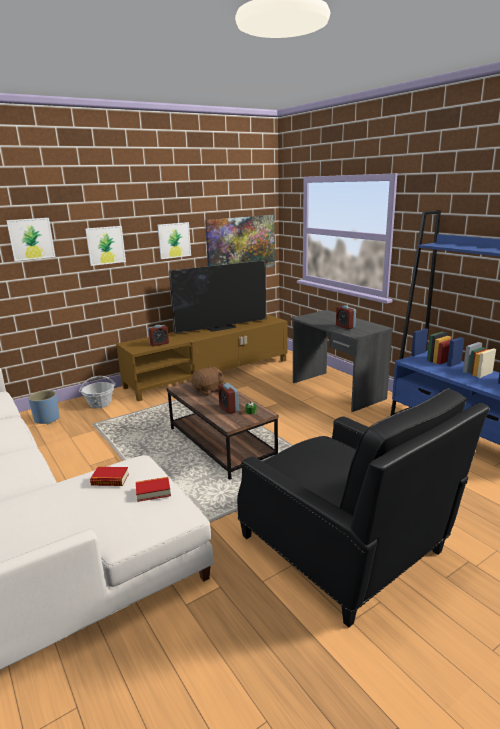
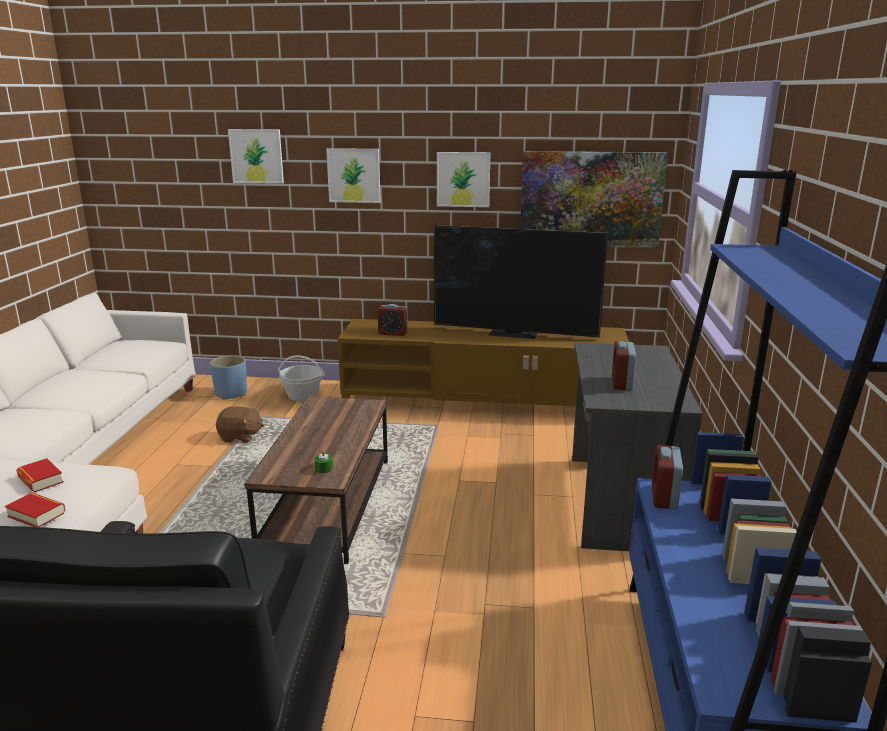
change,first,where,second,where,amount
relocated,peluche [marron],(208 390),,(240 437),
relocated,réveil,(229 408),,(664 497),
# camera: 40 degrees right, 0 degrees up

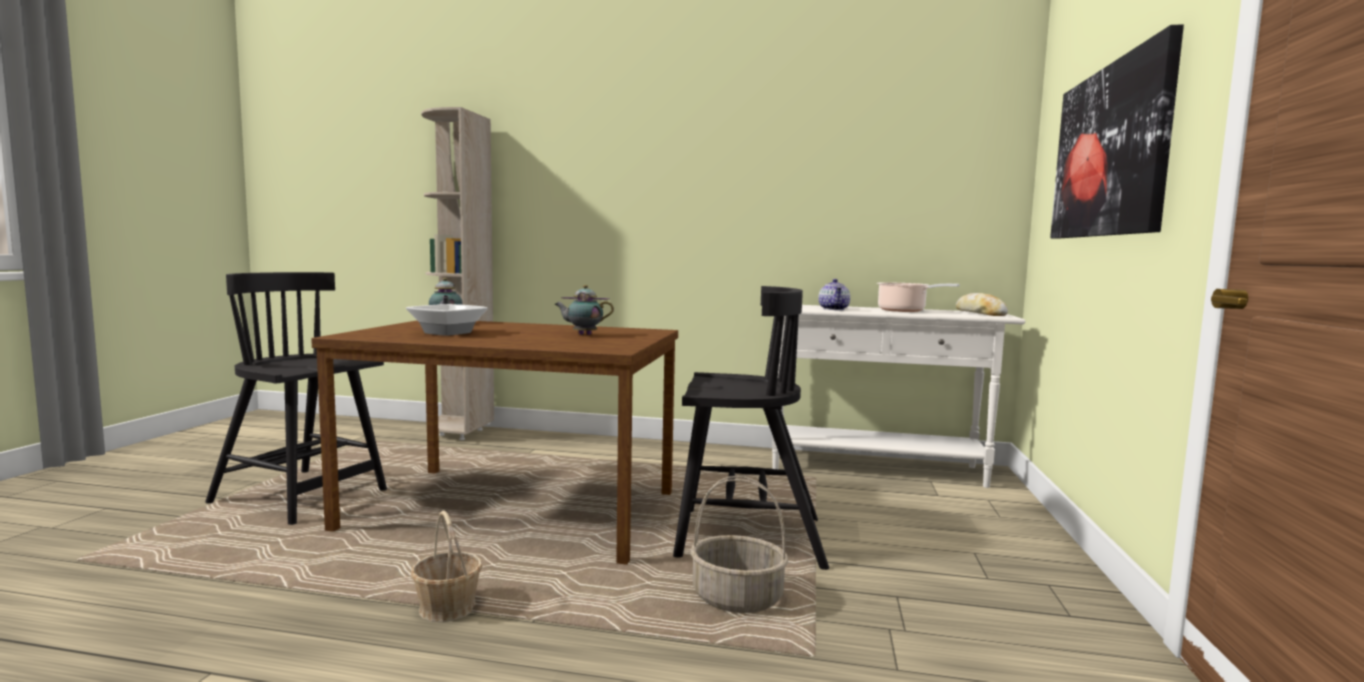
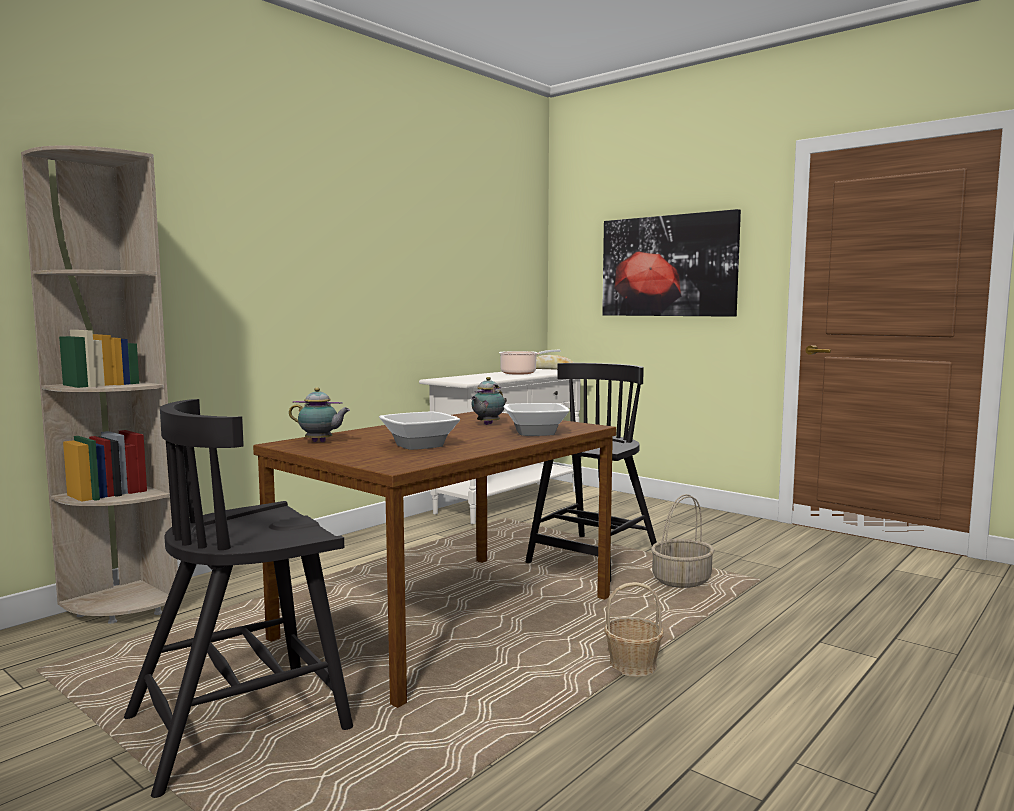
change,first,where,second,where,amount
missing,théière,(834 309),,,
appeared,,,bol,(534 433),
# camera: 60 degrees left, 0 degrees up

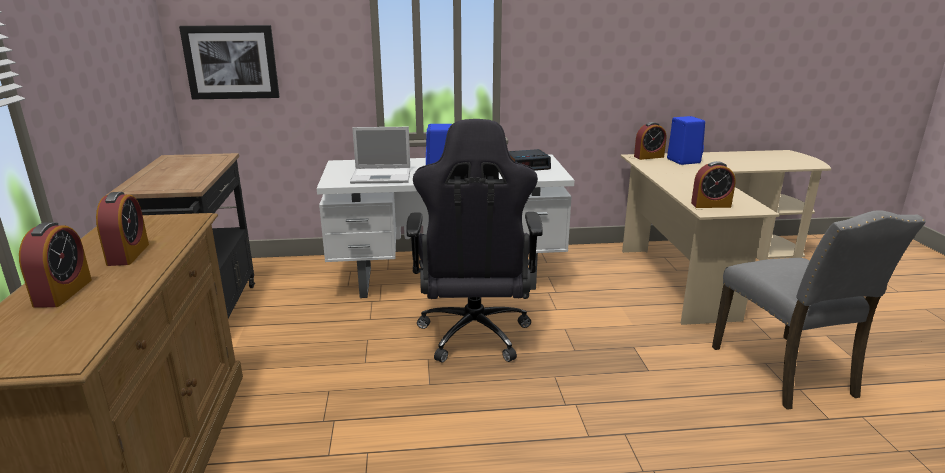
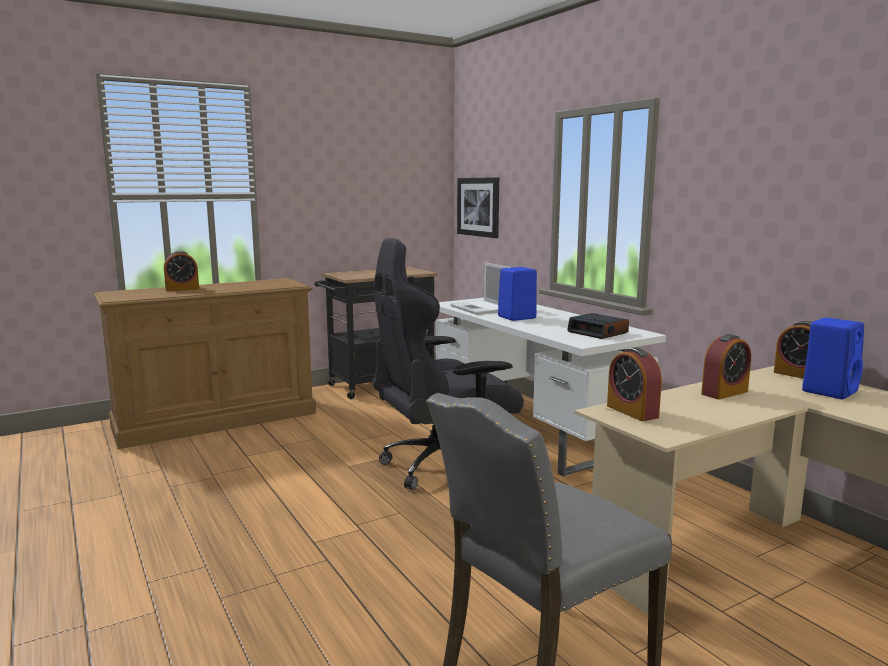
change,first,where,second,where,amount
relocated,réveil,(128 254),,(724 393),
# camera: 65 degrees right, 10 degrees down

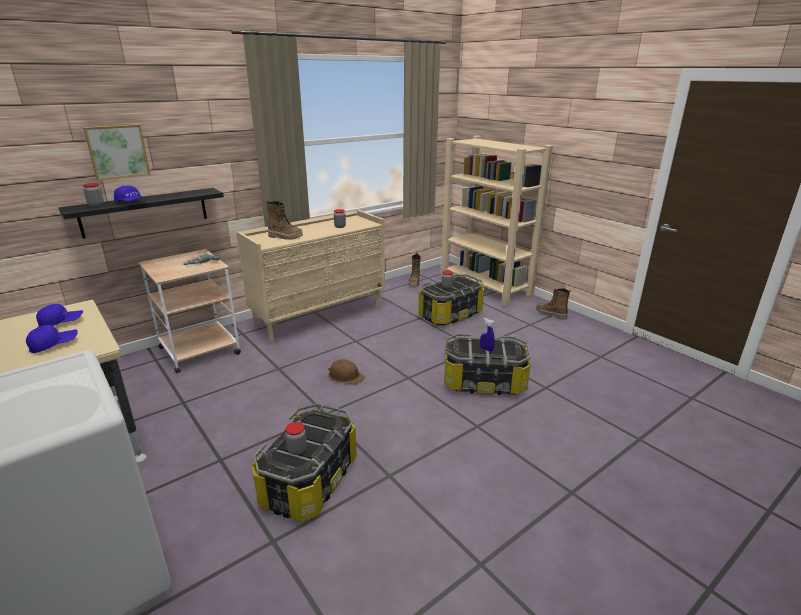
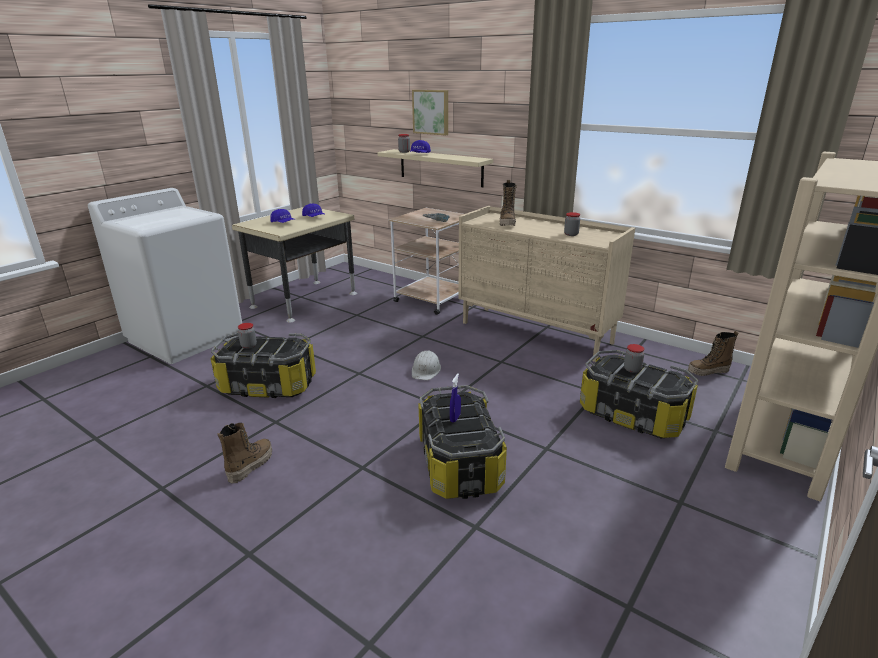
change,first,where,second,where,amount
colour,étagère [noir],(145 212),étagère [beige],(440 167),
colour,casque de chantier [marron],(345 376),casque de chantier [blanc],(426 370),
relocated,botte,(551 314),,(250 465),
# camera: 75 degrees right, 0 degrees up

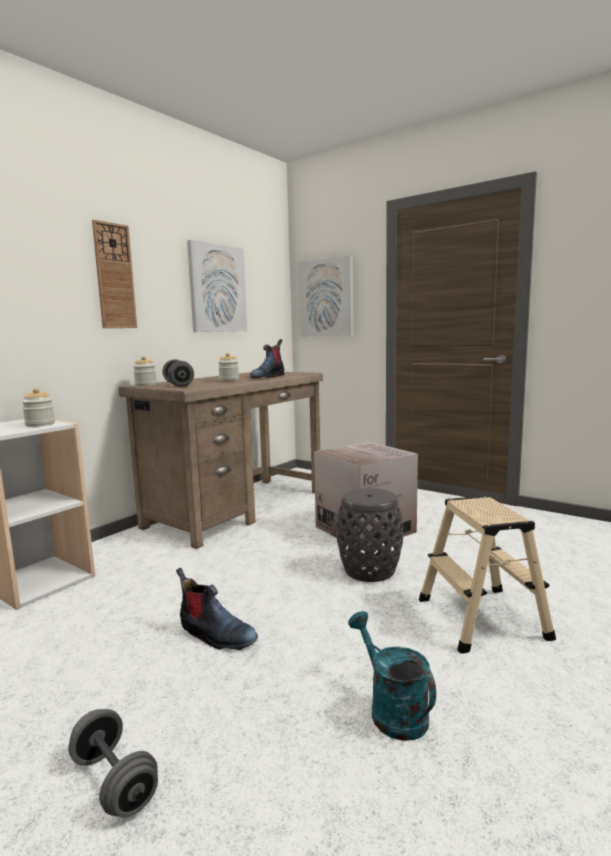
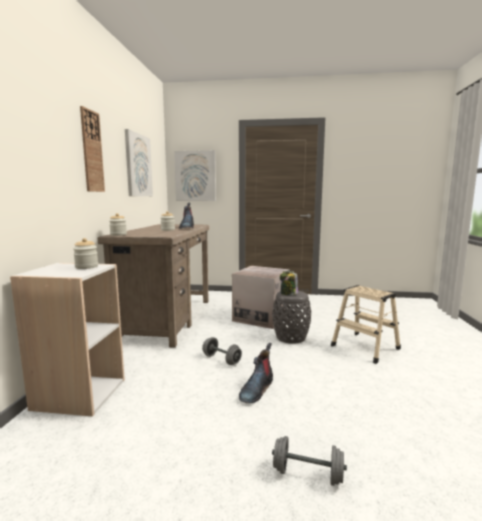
change,first,where,second,where,amount
relocated,haltère [gris],(178 385),,(221 359),
spun,botte,(215 635),,(256 389),120 degrees clockwise
missing,arrosoir [turquoise],(391 709),,,
appeared,,,bocal,(288 294),
# camera: 30 degrees left, 0 degrees up

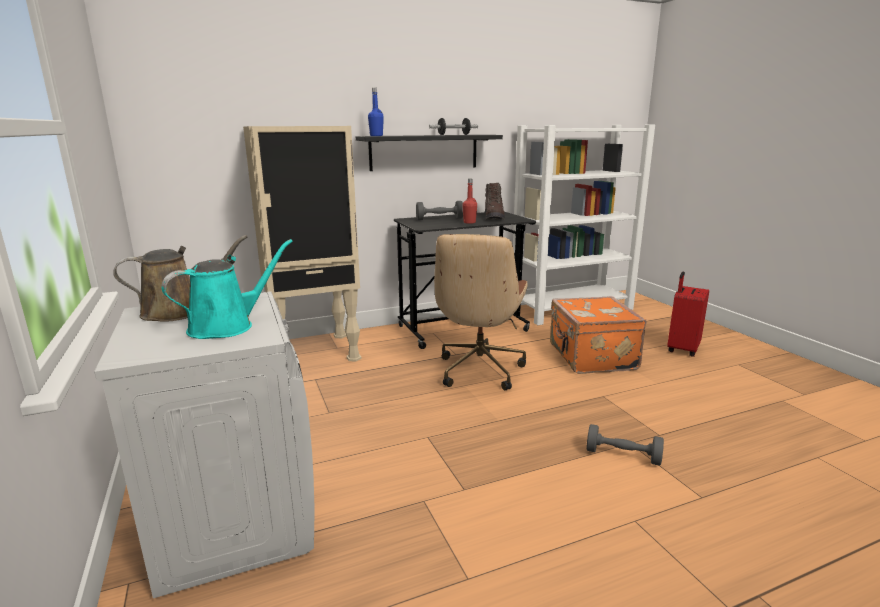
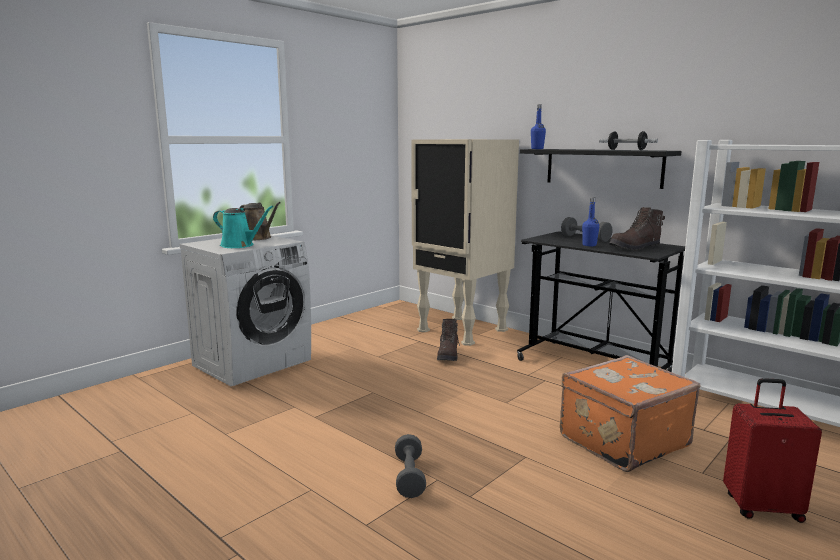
change,first,where,second,where,amount
missing,chaise de bureau [marron],(479 372),,,
colour,bouteille [rouge],(469 222),bouteille [bleu],(589 245),
appeared,,,botte [marron],(448 355),
# camera: 65 degrees right, 5 degrees down

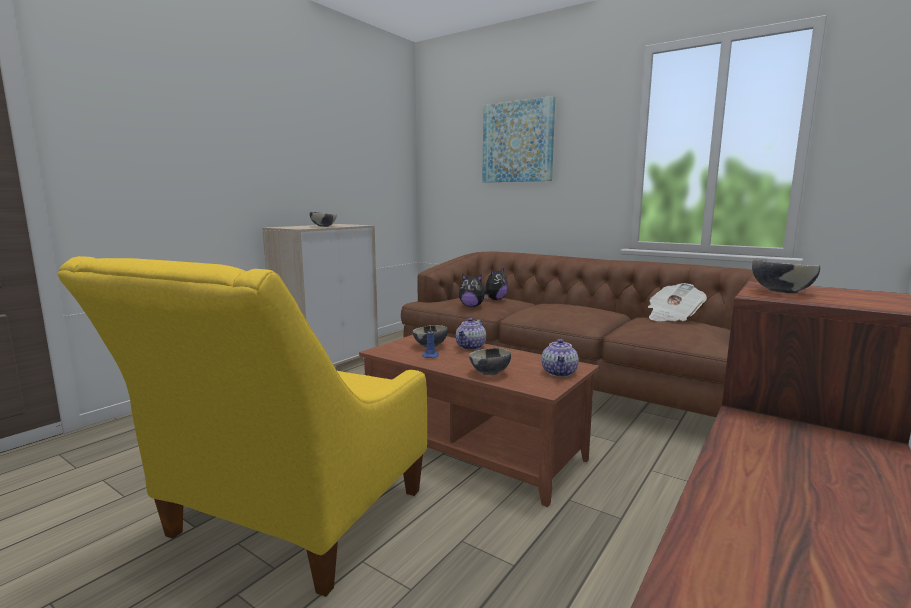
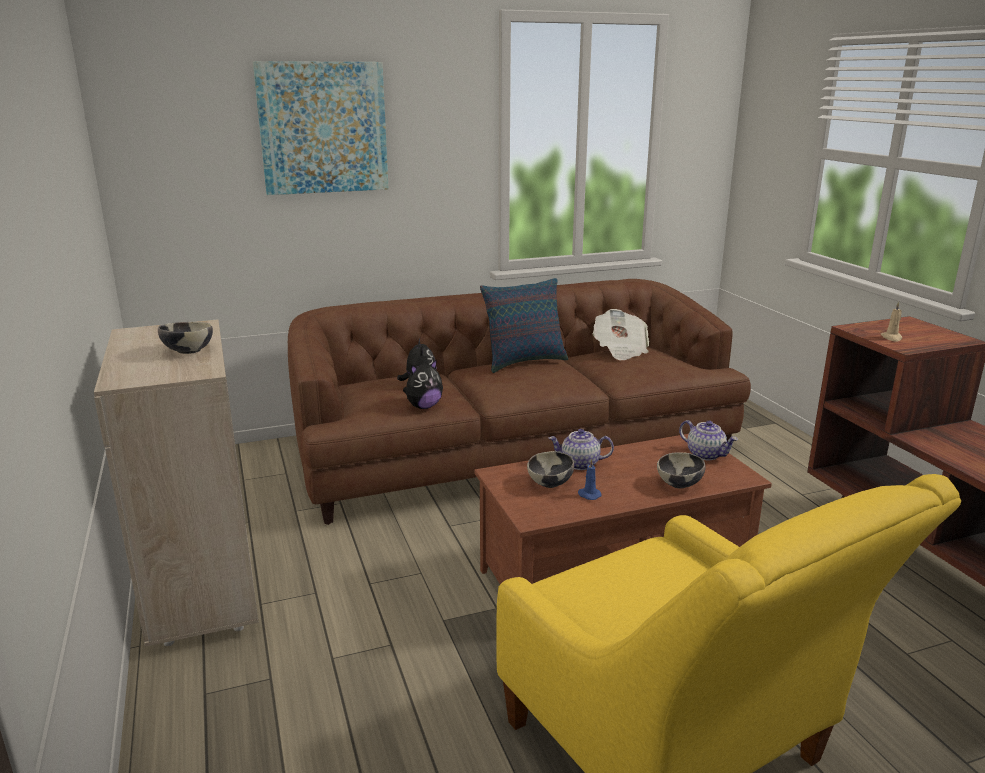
change,first,where,second,where,amount
spun,théière,(471 347),,(579 464),120 degrees clockwise
exchanged,bol,(780 292),bougie [beige],(891 338),
appeared,,,coussin [bleu],(525 362),
# camera: 55 degrees left, 10 degrees up

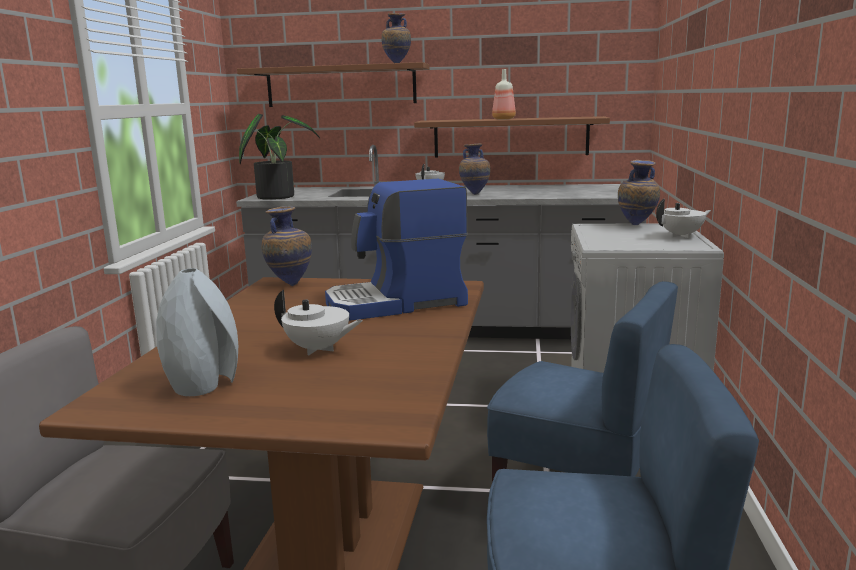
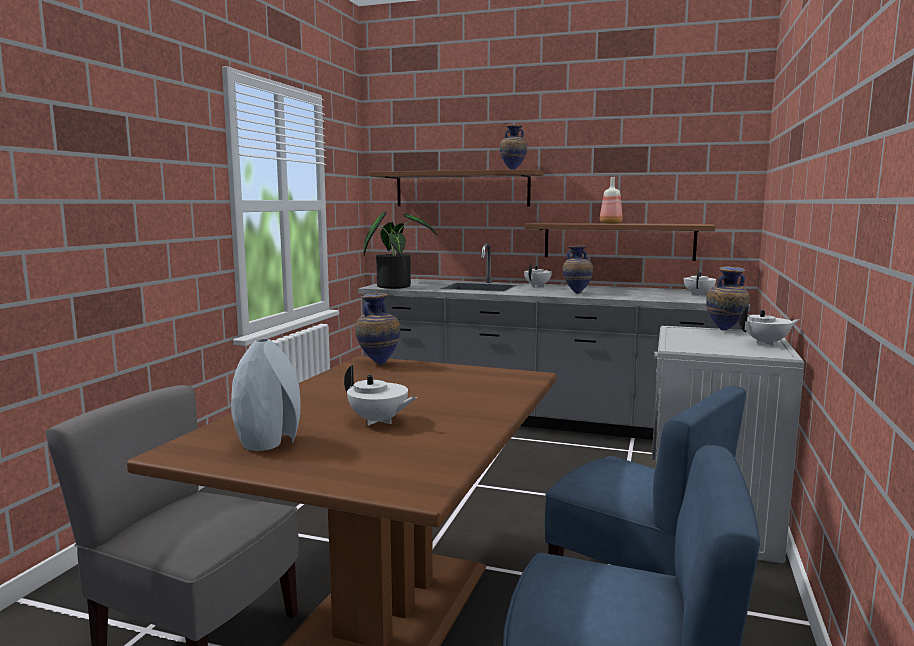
change,first,where,second,where,amount
missing,machine à café,(397 303),,,
appeared,,,théière [blanc],(699 294),
# camera: 10 degrees right, 5 degrees down

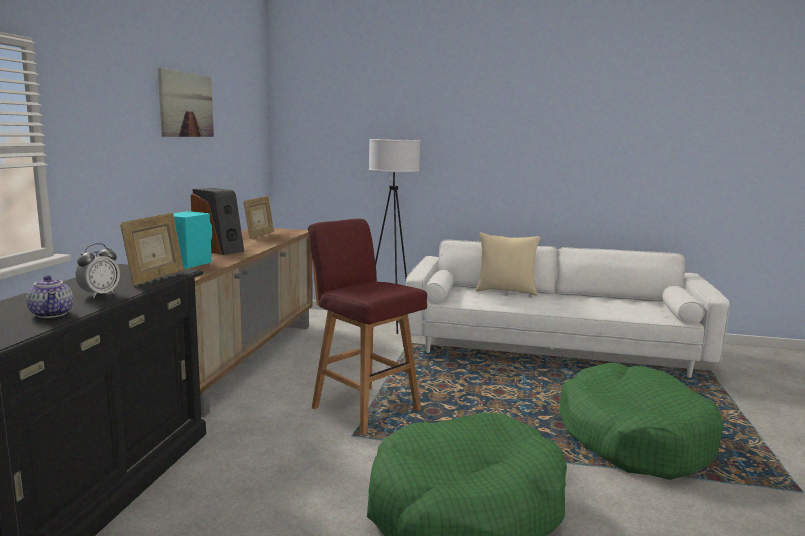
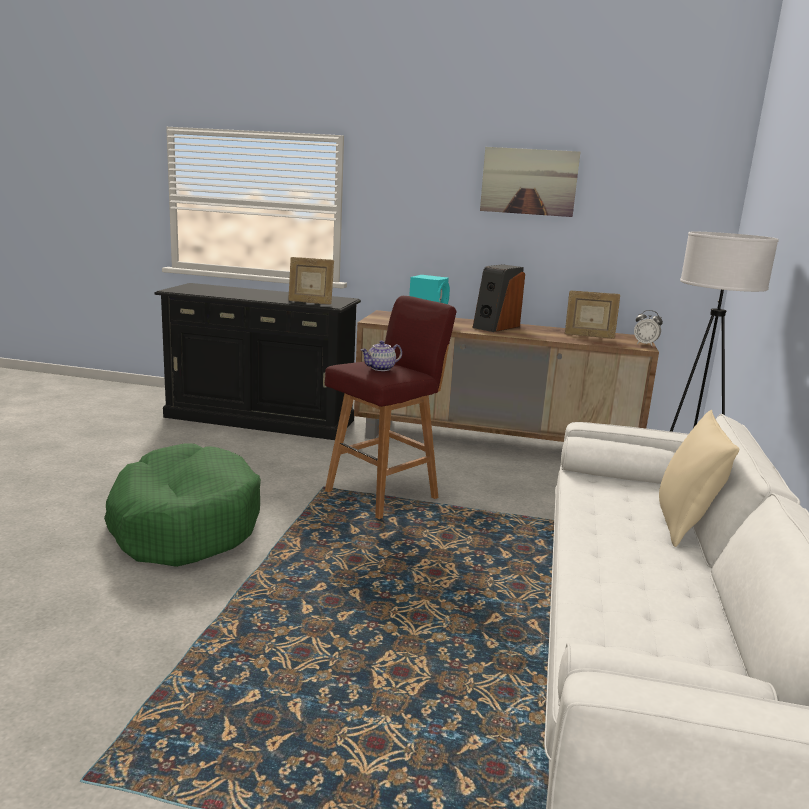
change,first,where,second,where,amount
relocated,théière,(53 314),,(381 369),
relocated,réveil,(99 294),,(645 344),
missing,panier pour chien [vert],(634 438),,,
# camera: 90 degrees right, 5 degrees up

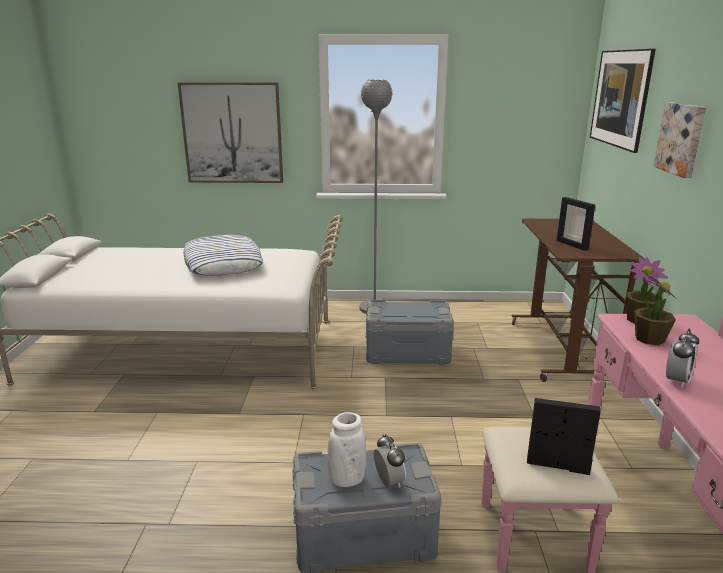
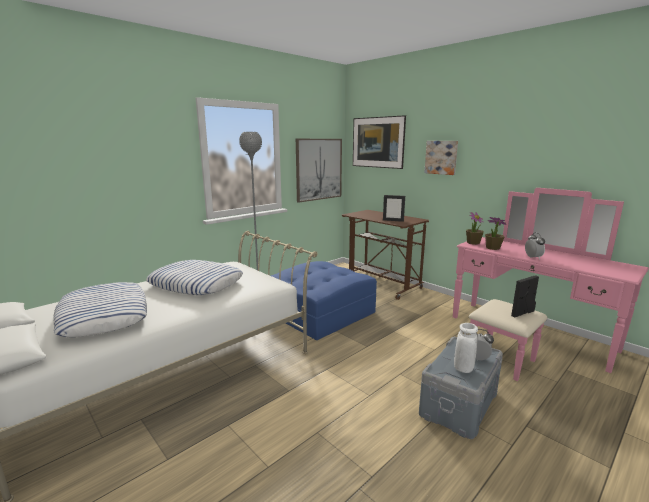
change,first,where,second,where,amount
relocated,tableau,(232 133),,(319 169),
exchanged,boîte de rangement [gris],(407 352),pouf [bleu],(319 312),
appeared,,,coussin,(104 315),
# camera: 45 degrees left, 5 degrees down

